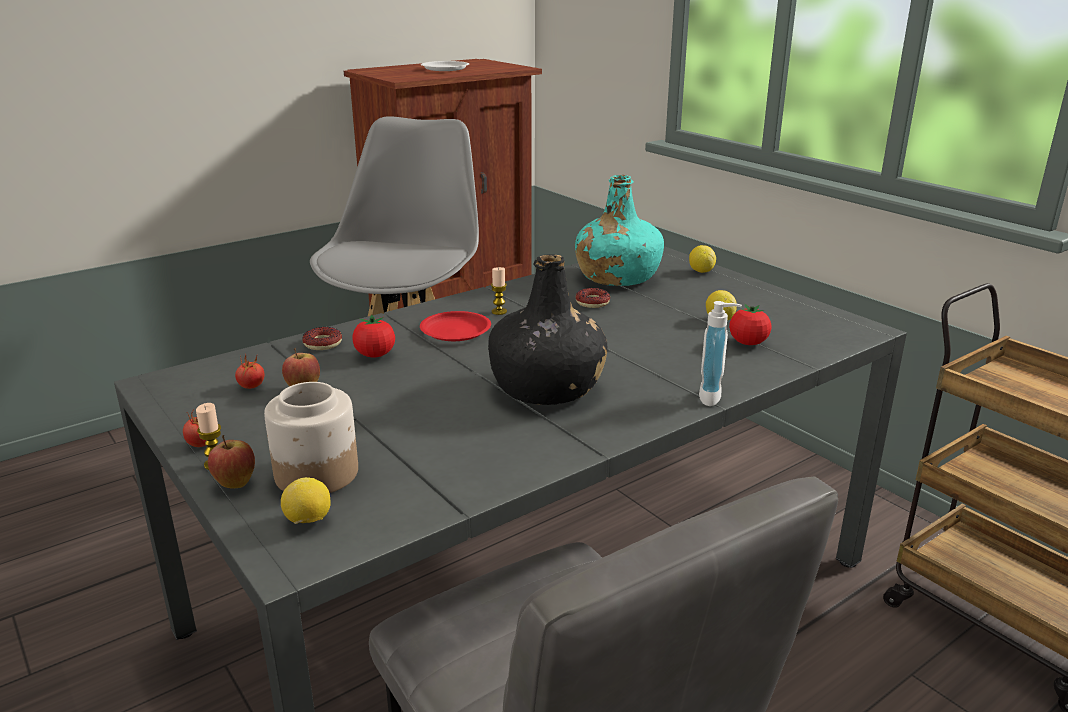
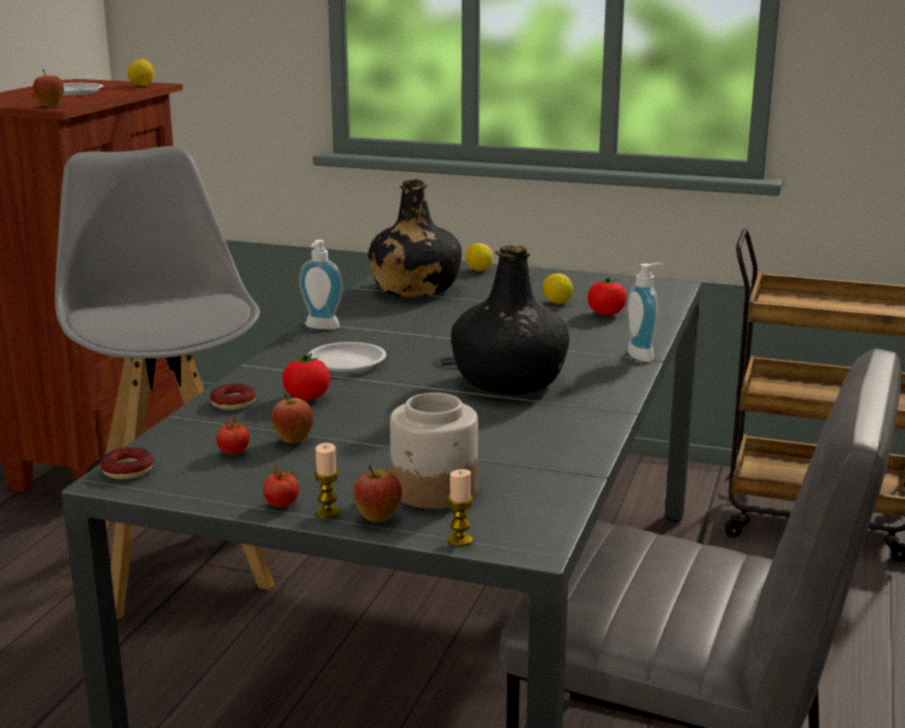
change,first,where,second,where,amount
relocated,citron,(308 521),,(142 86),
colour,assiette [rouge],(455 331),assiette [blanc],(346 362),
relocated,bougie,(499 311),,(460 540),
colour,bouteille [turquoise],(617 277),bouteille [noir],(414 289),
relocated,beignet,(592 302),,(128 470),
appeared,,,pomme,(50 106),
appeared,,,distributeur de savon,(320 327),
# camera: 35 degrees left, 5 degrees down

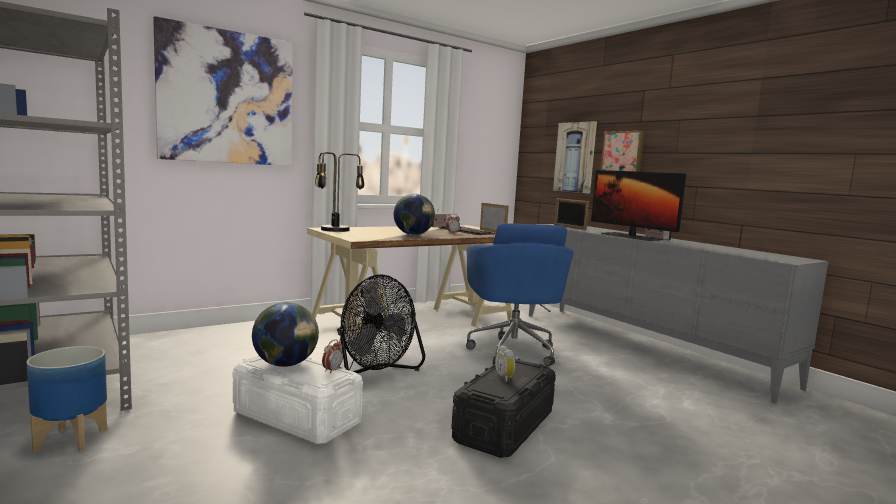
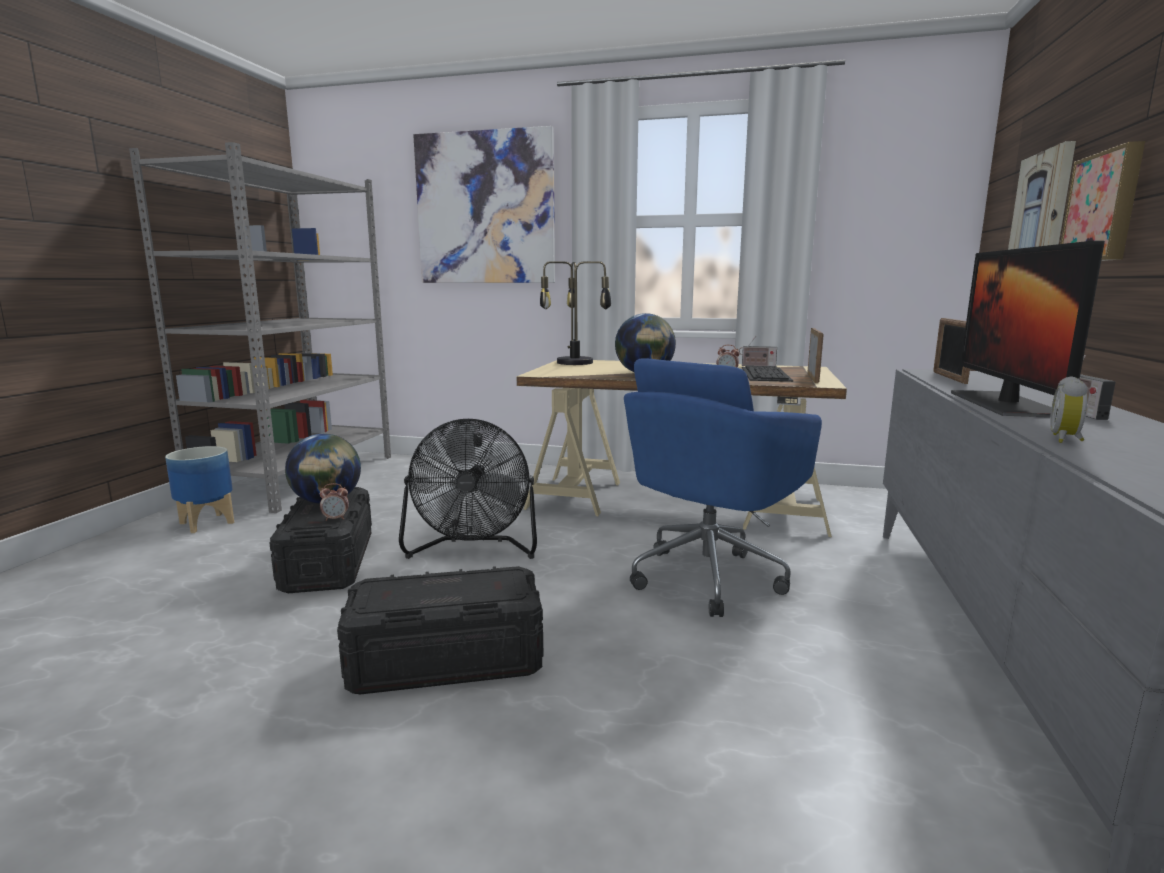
change,first,where,second,where,amount
colour,boîte de rangement [blanc],(296 417),boîte de rangement [noir],(329 561),
relocated,réveil,(505 378),,(1066 439),
# camera: 50 degrees right, 5 degrees up

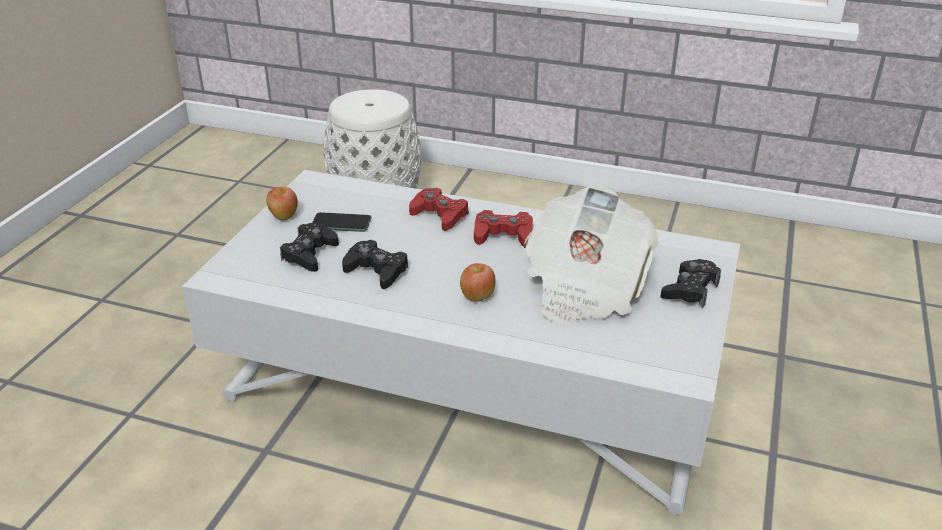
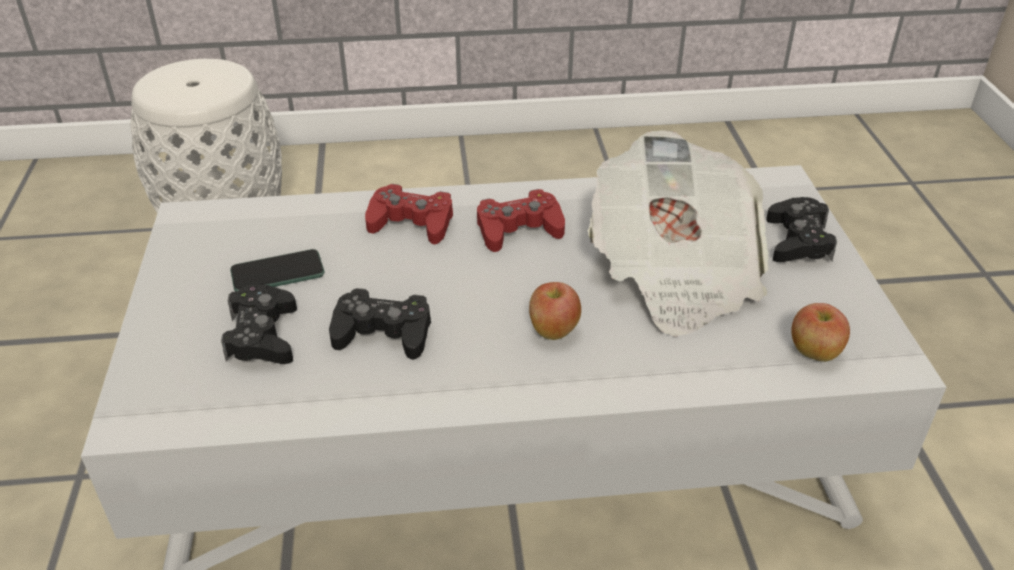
change,first,where,second,where,amount
relocated,pomme,(283 217),,(814 353),
# camera: 25 degrees left, 5 degrees up

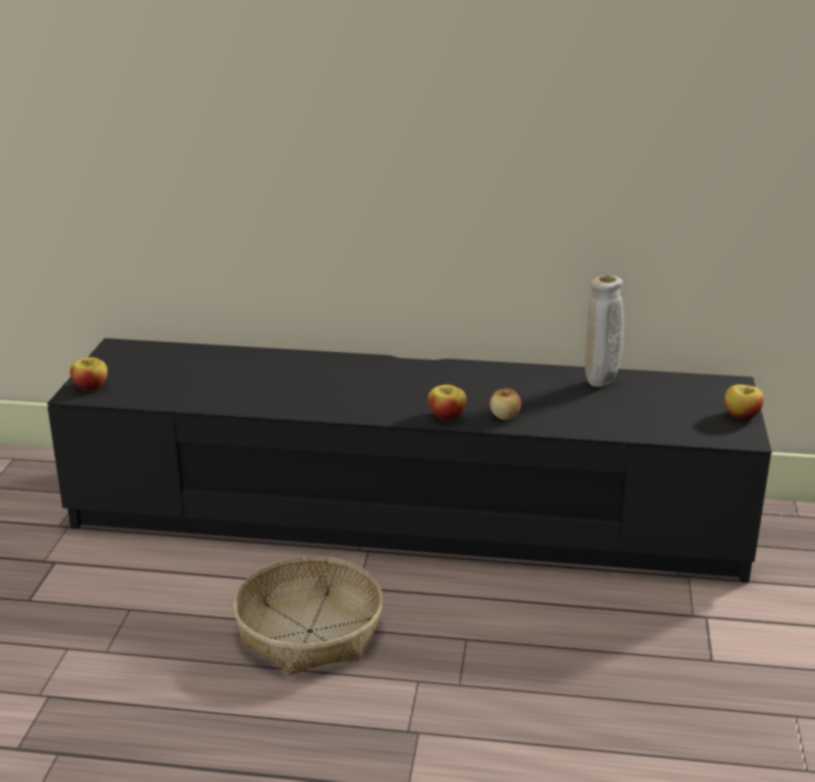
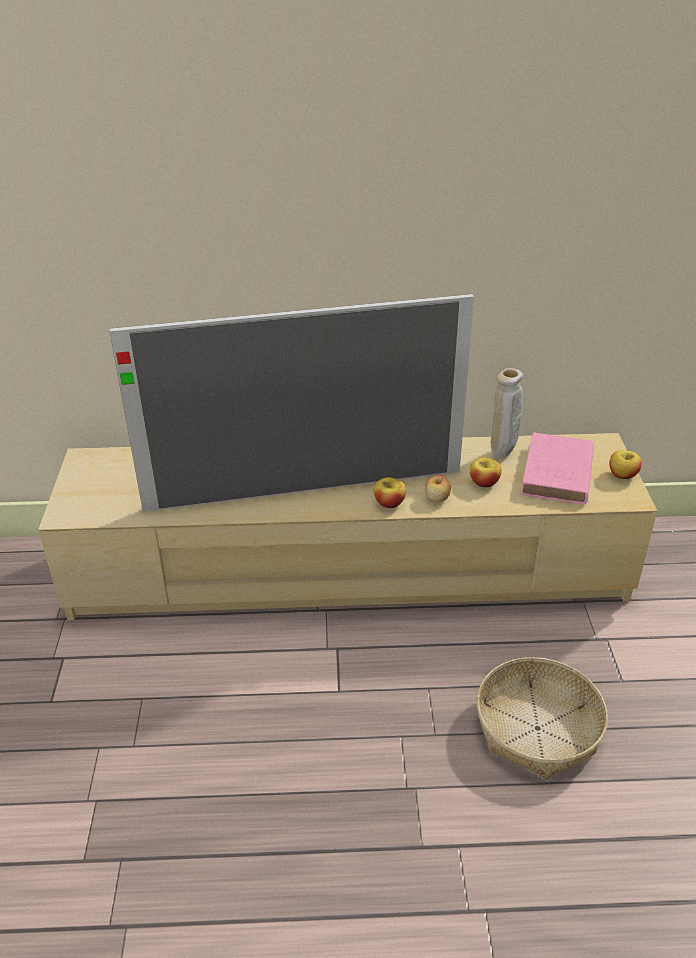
change,first,where,second,where,amount
colour,meuble télé [noir],(409 516),meuble télé [beige],(350 571),
relocated,pomme,(90 387),,(484 483),
relocated,panier,(309 631),,(536 728),
appeared,,,téléviseur,(305 490),
appeared,,,livre [rose],(557 475),
# camera: 10 degrees left, 10 degrees up

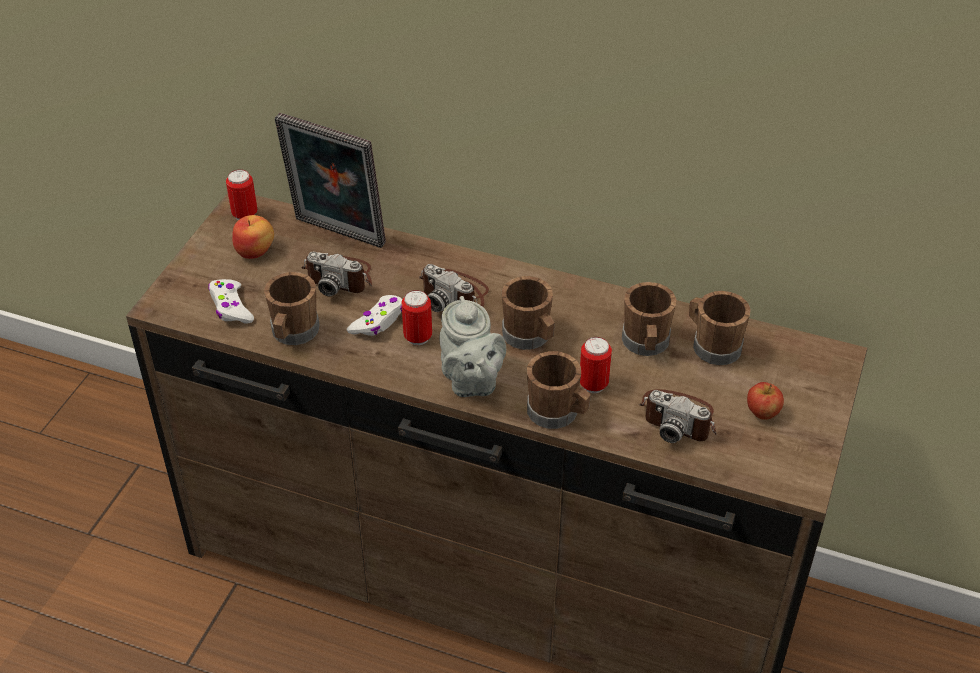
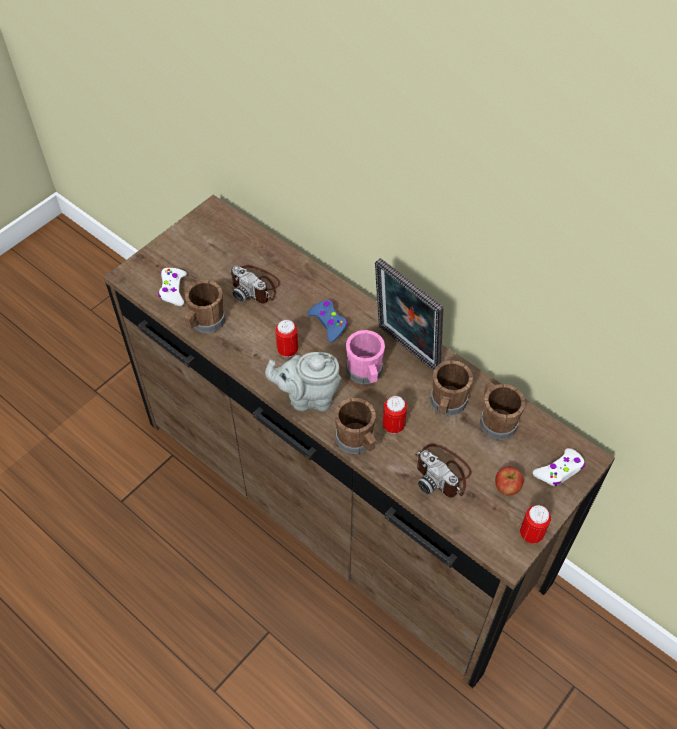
change,first,where,second,where,amount
relocated,boîte métallique,(245 214),,(531 534),
missing,pomme,(255 251),,,
relocated,cadre photo,(337 234),,(405 350),
relocated,manette [blanc],(378 321),,(559 471),
exchanged,appareil photo,(455 294),manette [bleu],(328 323),
spun,théière [gris],(471 382),,(308 397),90 degrees clockwise
colour,mug [marron],(529 337),mug [rose],(365 373),
# camera: 20 degrees right, 10 degrees up

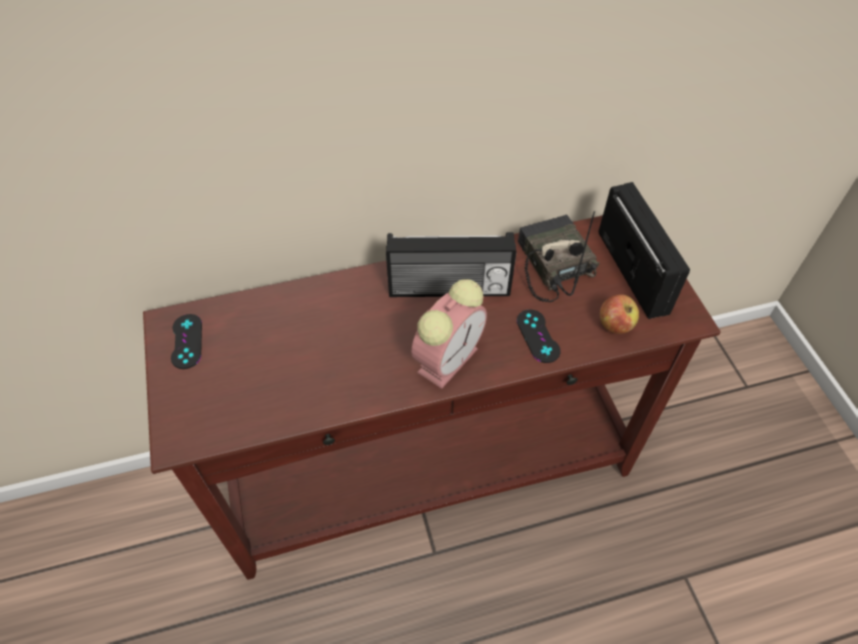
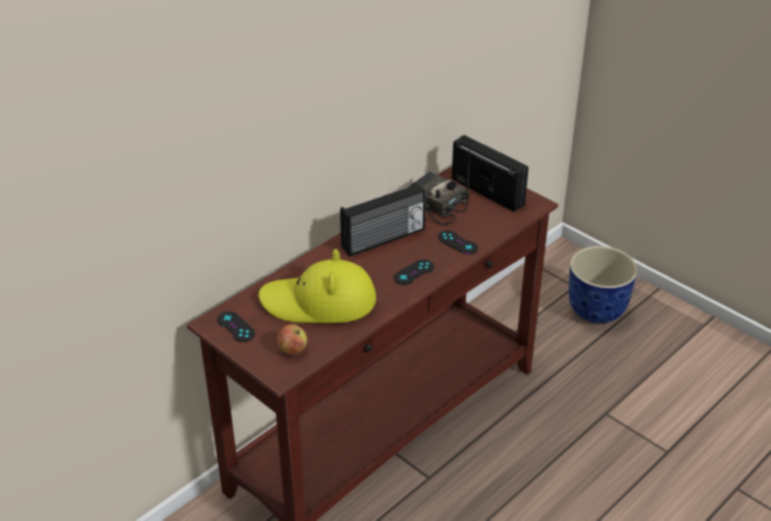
change,first,where,second,where,amount
exchanged,réveil,(448 358),manette [noir],(414 272),
relocated,pomme,(615 325),,(293 350),
appeared,,,chapeau [jaune],(319 302),
appeared,,,cache-pot,(597 310),
# camera: 30 degrees left, 15 degrees down

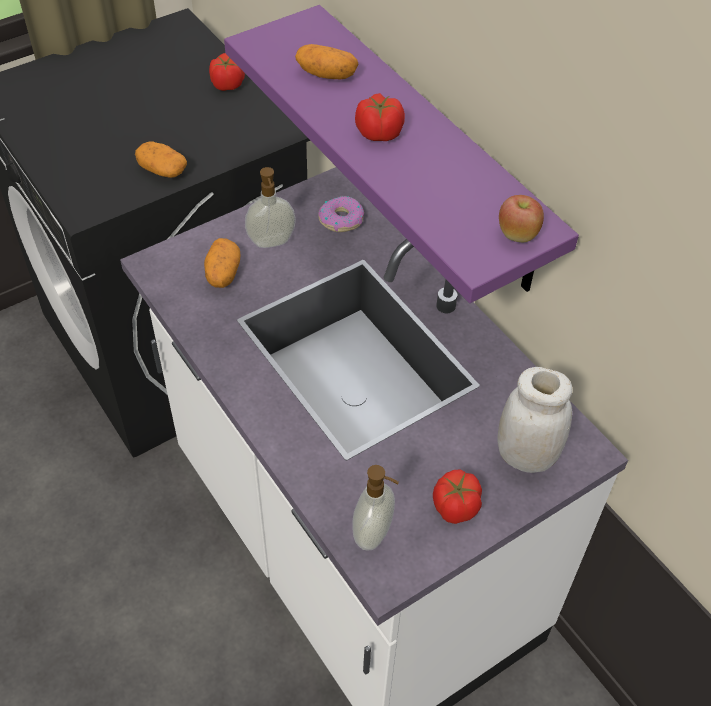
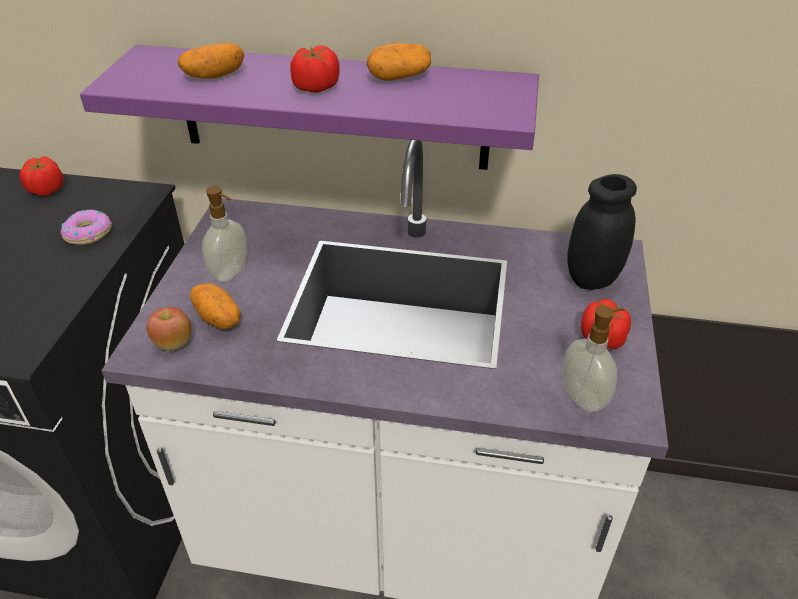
change,first,where,second,where,amount
relocated,pomme de terre,(162 171),,(399 77),
relocated,beignet,(341 219),,(88 233),
colour,bocal [blanc],(525 456),bocal [noir],(592 278),
relocated,pomme,(517 234),,(173 344),
# camera: 45 degrees left, 10 degrees down

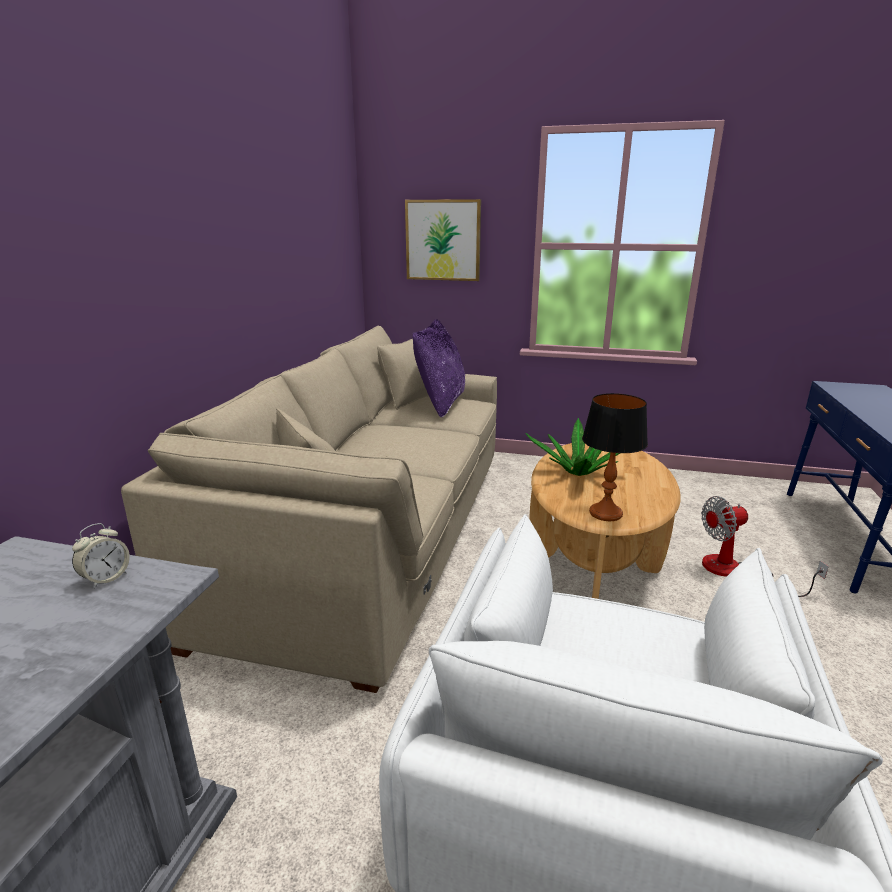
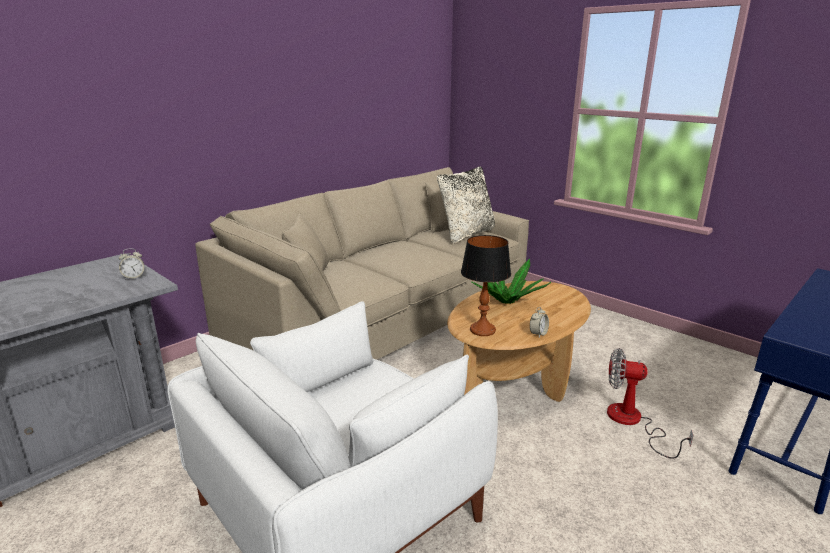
change,first,where,second,where,amount
missing,tableau,(443 240),,,
colour,coussin [violet],(441 404),coussin [beige],(467 235),
appeared,,,réveil,(538 334),
# camera: 30 degrees right, 0 degrees up

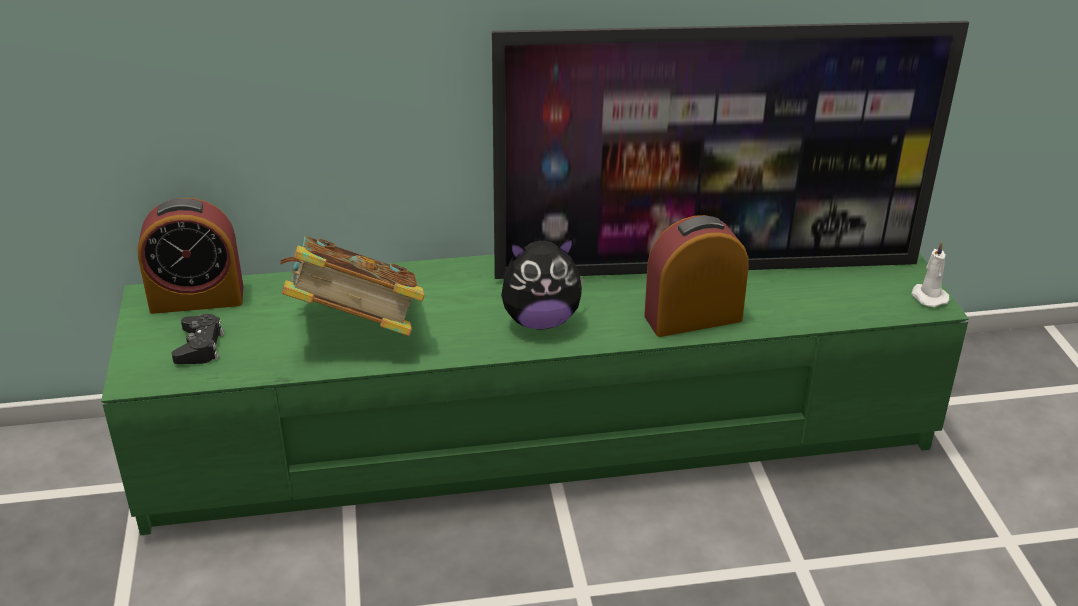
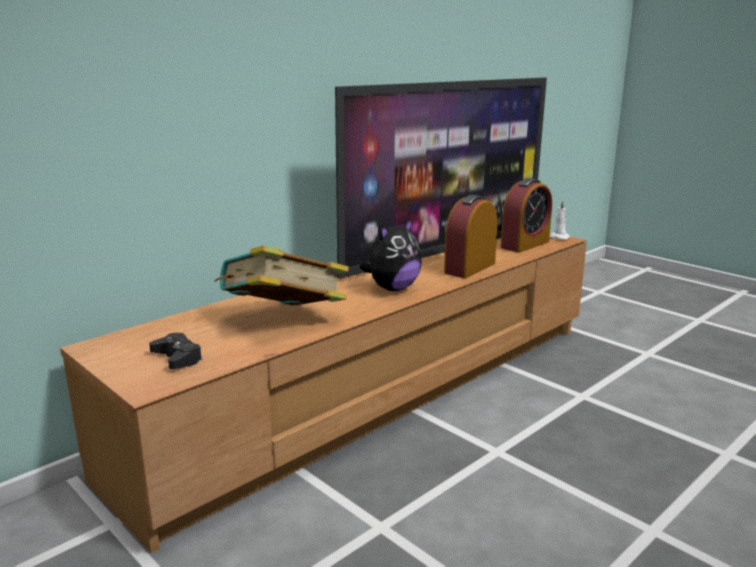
change,first,where,second,where,amount
colour,meuble télé [vert],(540 436),meuble télé [marron],(377 392),
relocated,réveil,(197 298),,(525 244),
# camera: 35 degrees left, 15 degrees down

